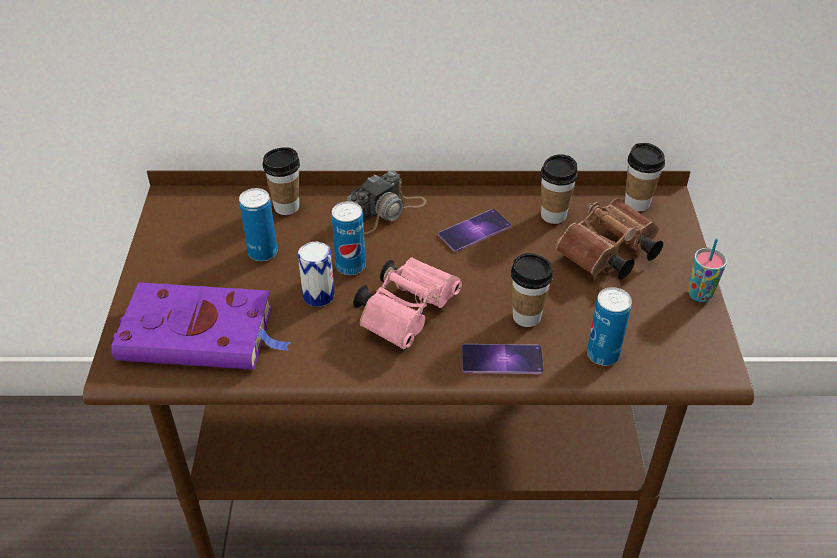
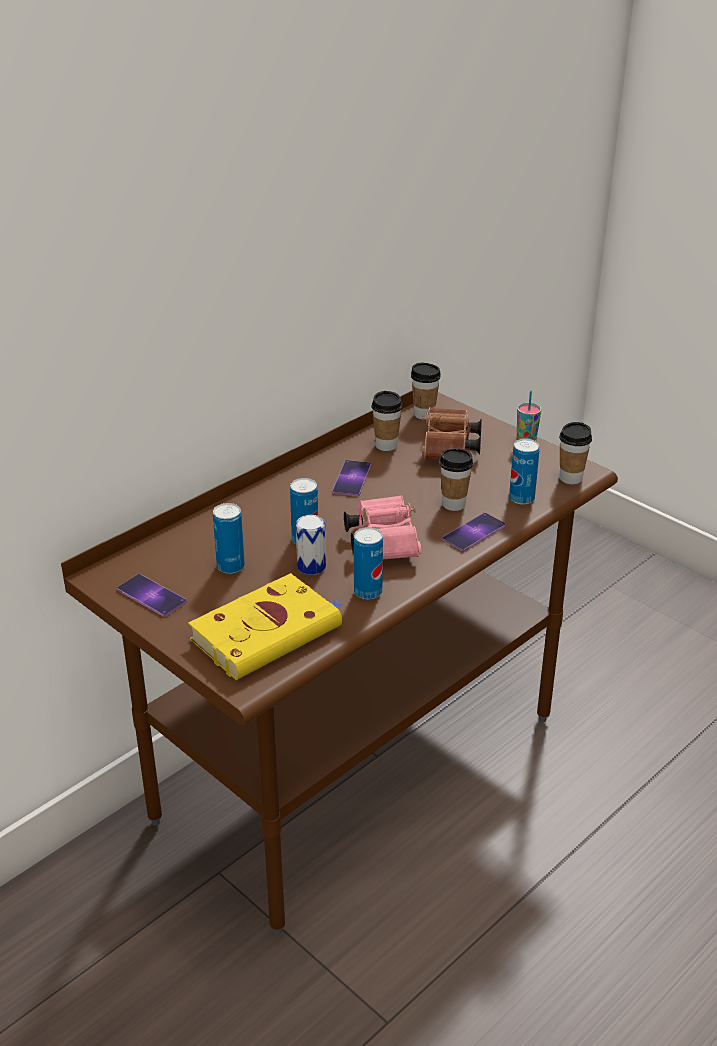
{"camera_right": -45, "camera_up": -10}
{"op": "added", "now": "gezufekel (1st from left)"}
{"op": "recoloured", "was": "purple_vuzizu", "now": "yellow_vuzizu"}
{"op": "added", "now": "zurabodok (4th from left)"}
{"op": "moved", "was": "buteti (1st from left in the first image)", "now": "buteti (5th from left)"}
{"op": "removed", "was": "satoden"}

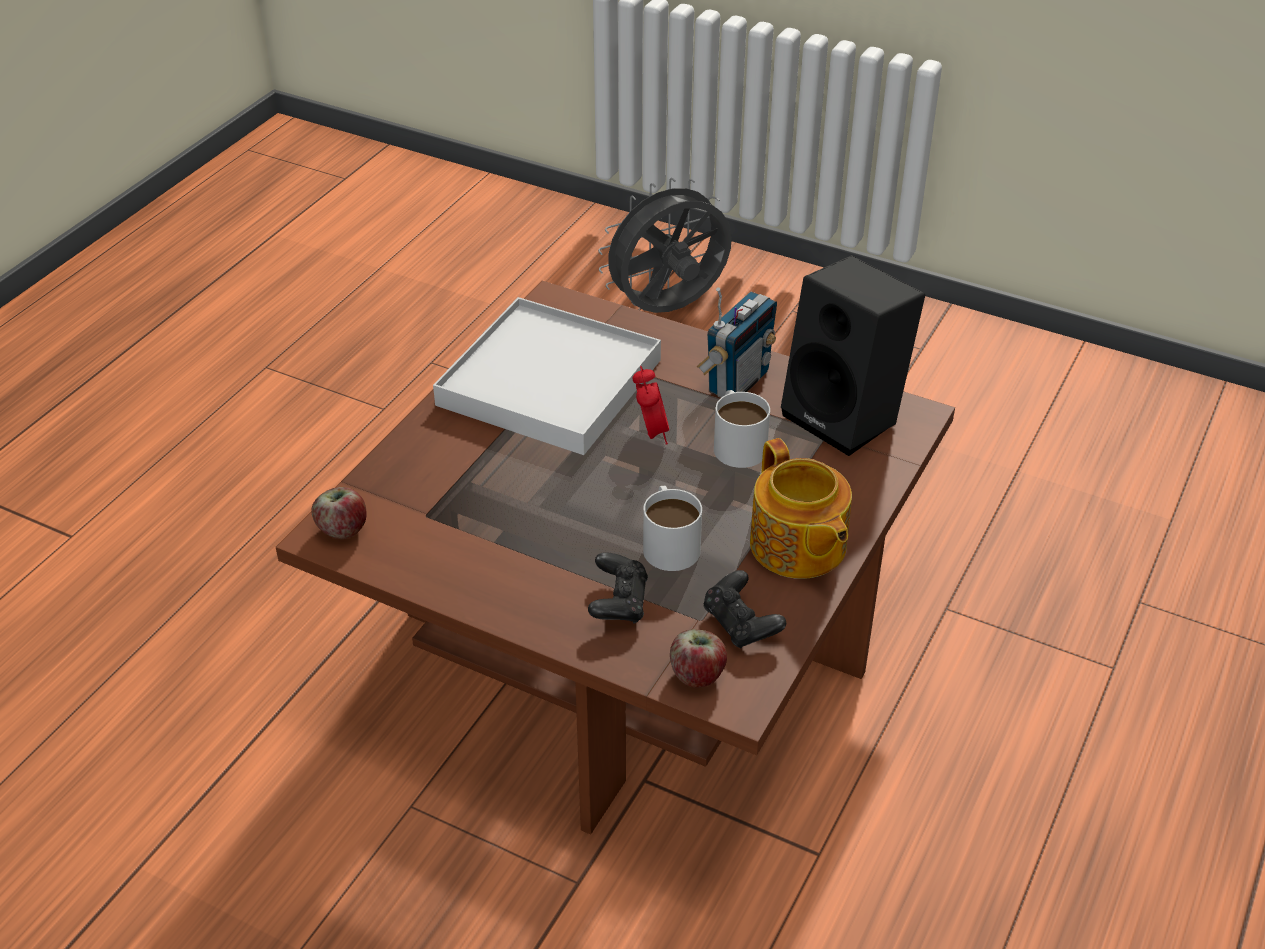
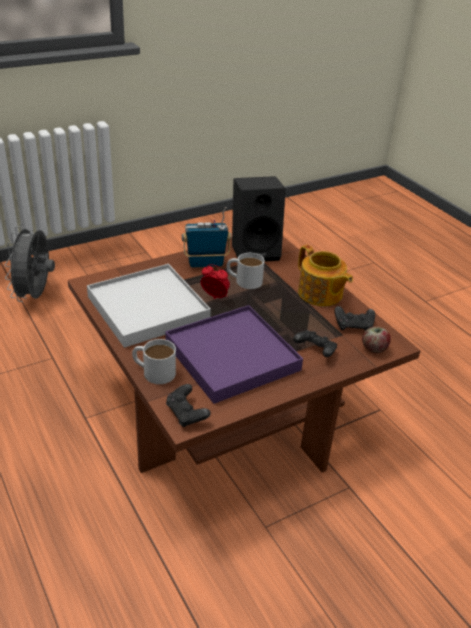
{"camera_right": -60, "camera_up": -5}
{"op": "moved", "was": "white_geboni (1st from left)"}
{"op": "added", "now": "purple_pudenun"}
{"op": "replaced", "was": "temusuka (1st from left)", "now": "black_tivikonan (1st from left)"}
{"op": "turned", "was": "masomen", "clockwise": -75}
{"op": "turned", "was": "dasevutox", "clockwise": 45}

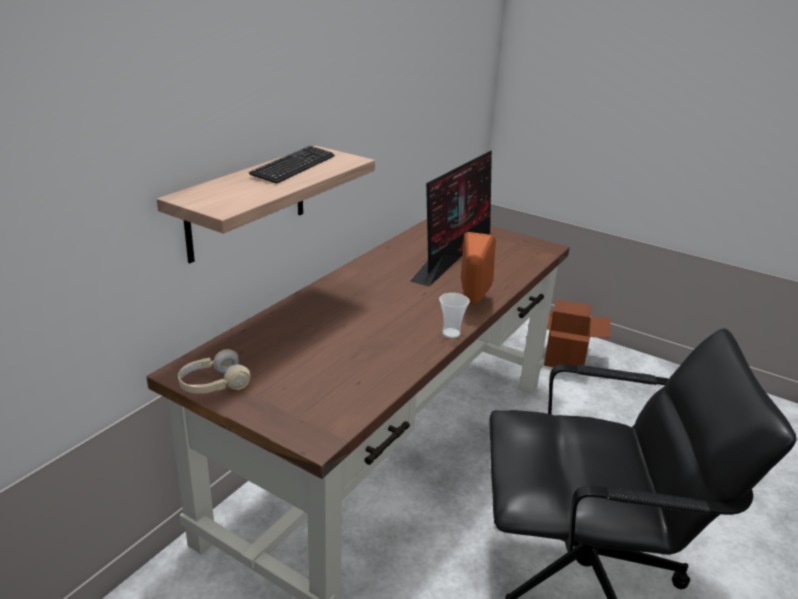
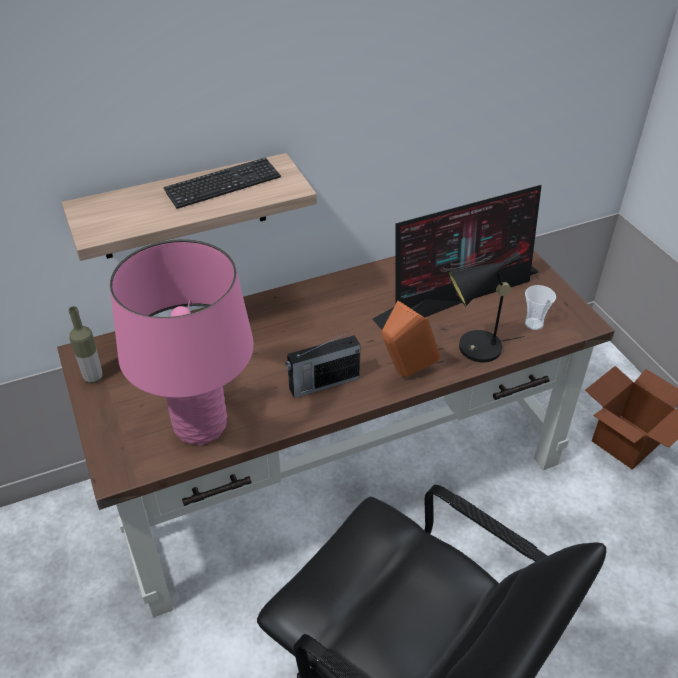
{"camera_right": 35, "camera_up": 15}
{"op": "replaced", "was": "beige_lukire", "now": "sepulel"}
{"op": "added", "now": "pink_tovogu"}
{"op": "added", "now": "masomen"}
{"op": "added", "now": "black_tovogu"}
{"op": "moved", "was": "buteti"}

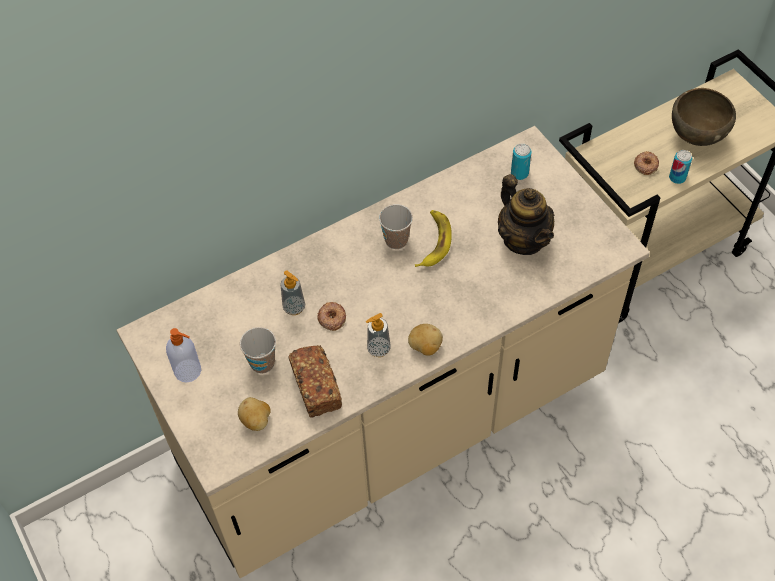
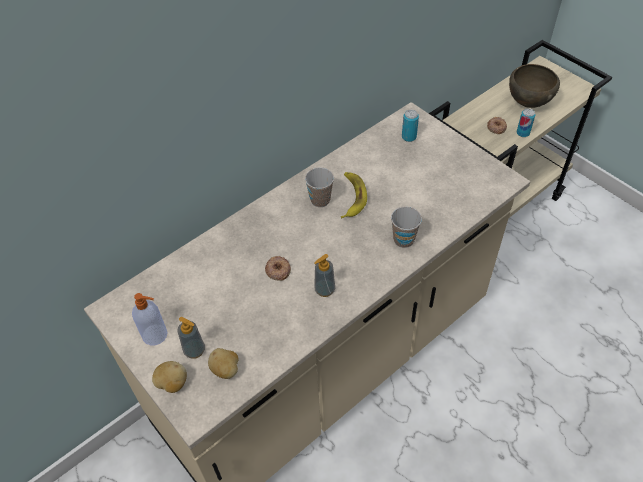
{"camera_right": -10, "camera_up": -5}
{"op": "moved", "was": "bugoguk (2nd from left in the first image)", "now": "bugoguk (1st from left)"}
{"op": "moved", "was": "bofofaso (2nd from left)"}
{"op": "moved", "was": "buteti (1st from left in the first image)", "now": "buteti (2nd from left)"}
{"op": "removed", "was": "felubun"}
{"op": "removed", "was": "dasevutox"}

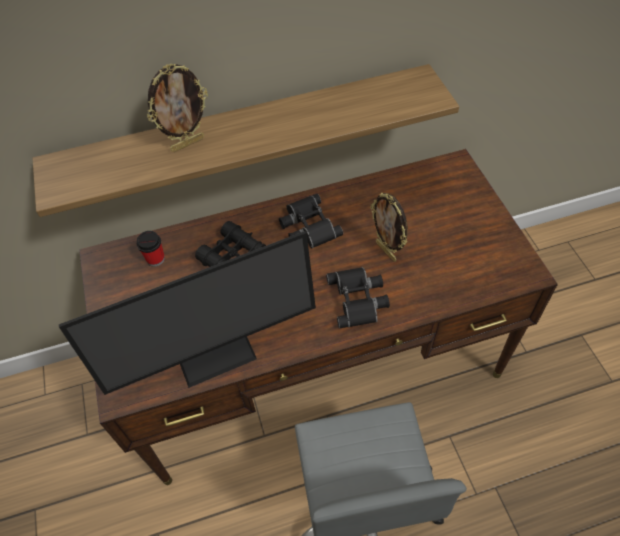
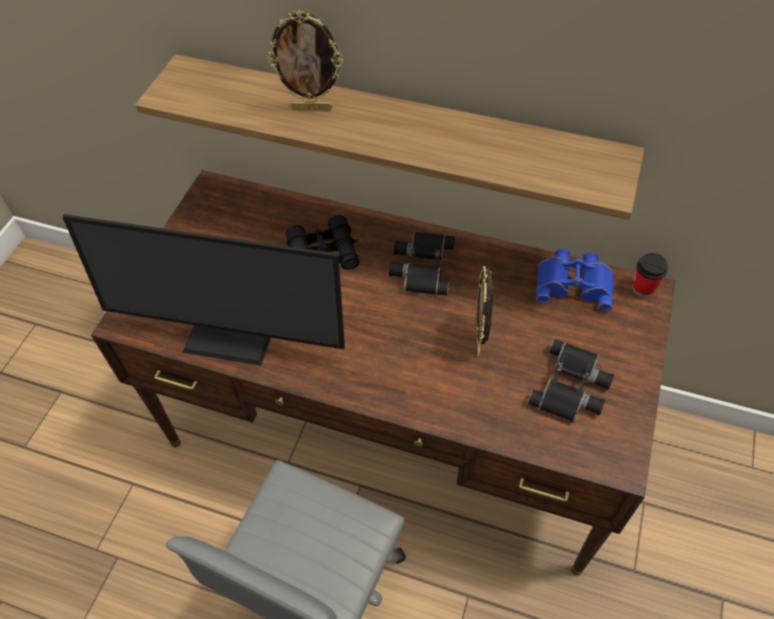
{"camera_right": 35, "camera_up": 0}
{"op": "moved", "was": "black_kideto (3rd from left)"}
{"op": "added", "now": "blue_kideto"}
{"op": "moved", "was": "buteti"}

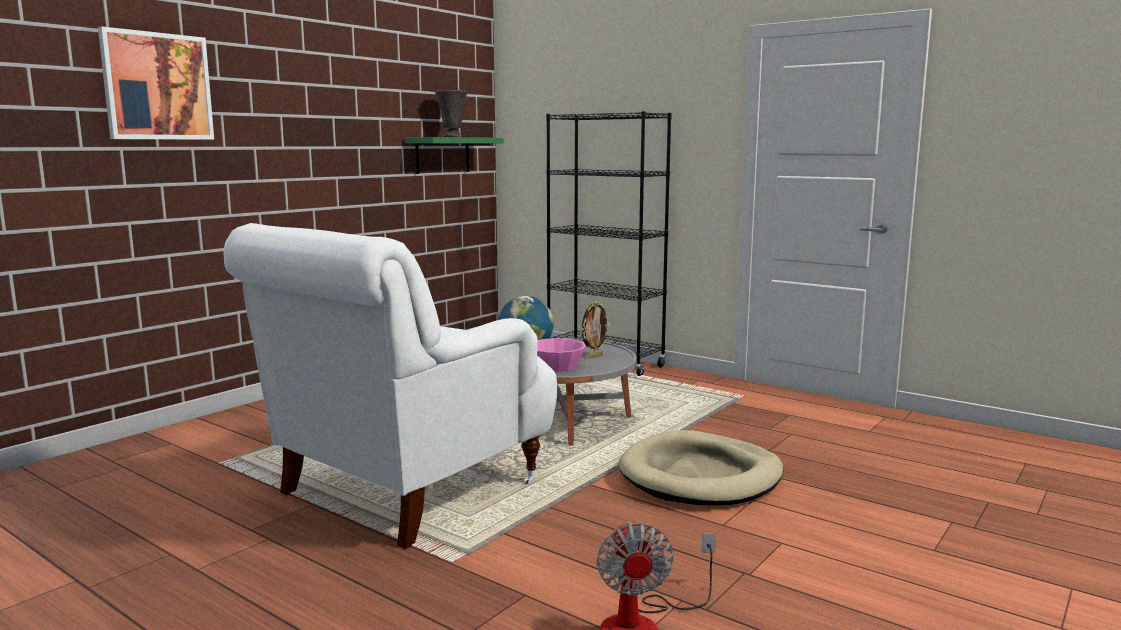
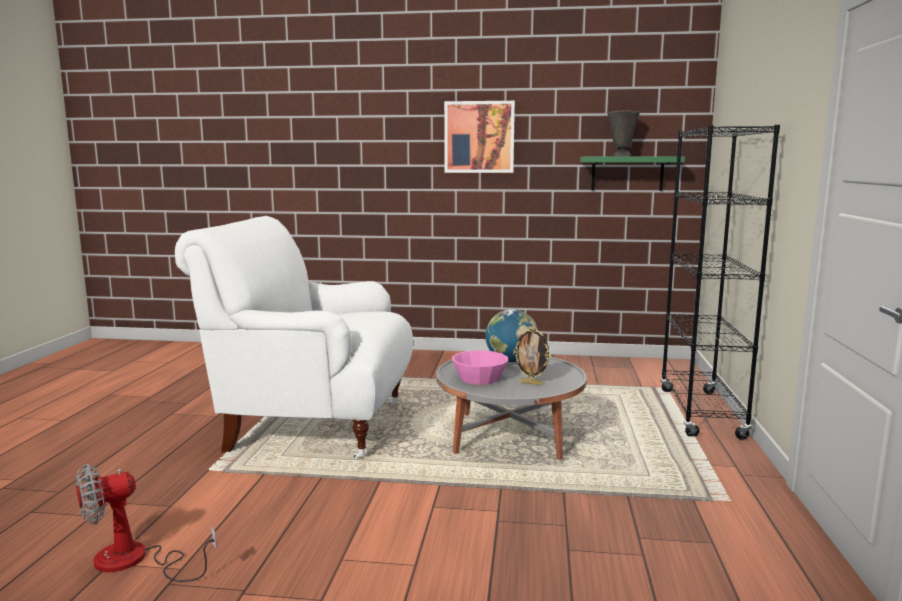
{"camera_right": 60, "camera_up": 0}
{"op": "moved", "was": "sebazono"}
{"op": "removed", "was": "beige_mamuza"}

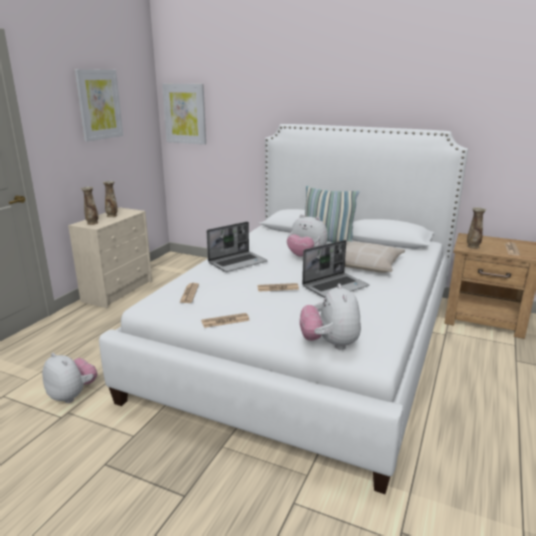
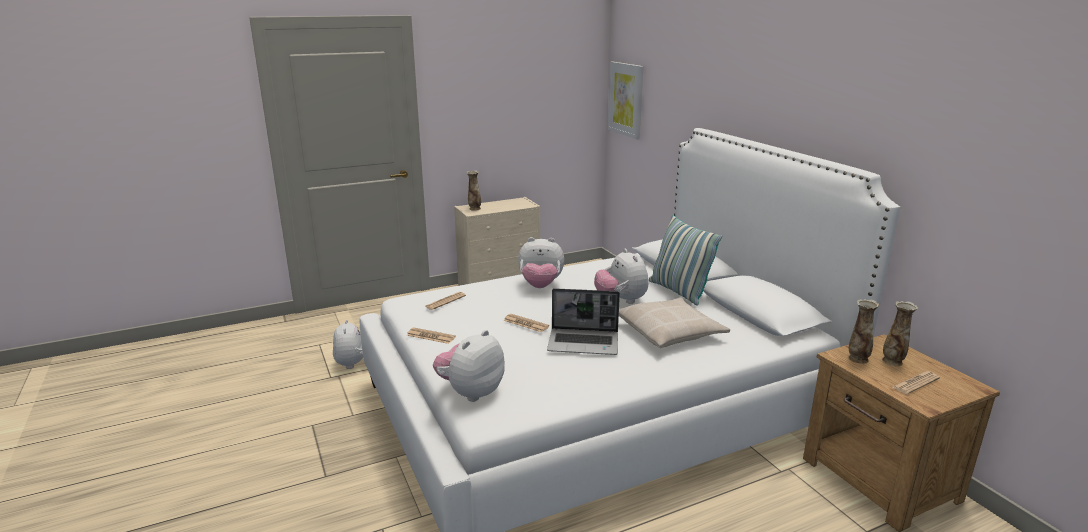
{"camera_right": 40, "camera_up": 0}
{"op": "replaced", "was": "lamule (1st from left)", "now": "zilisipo (3rd from left)"}
{"op": "moved", "was": "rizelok (2nd from left in the first image)", "now": "rizelok (3rd from left)"}
{"op": "removed", "was": "sebazono (1st from left)"}

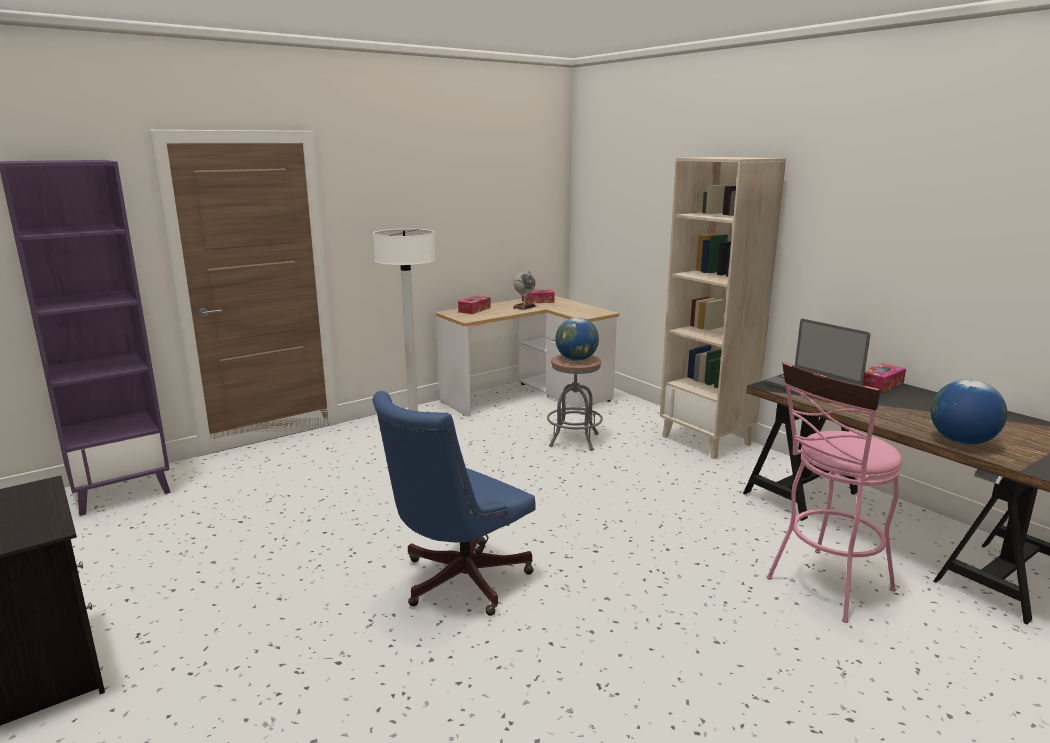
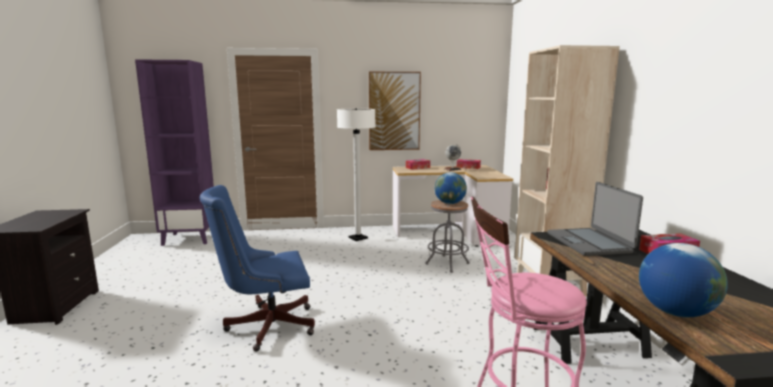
{"camera_right": 30, "camera_up": -5}
{"op": "added", "now": "sebazono"}

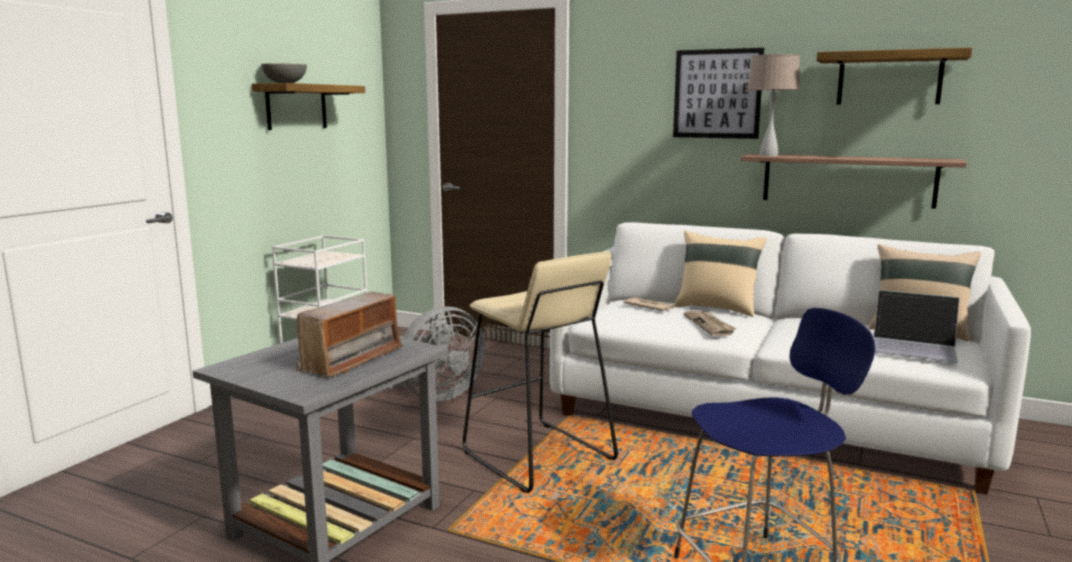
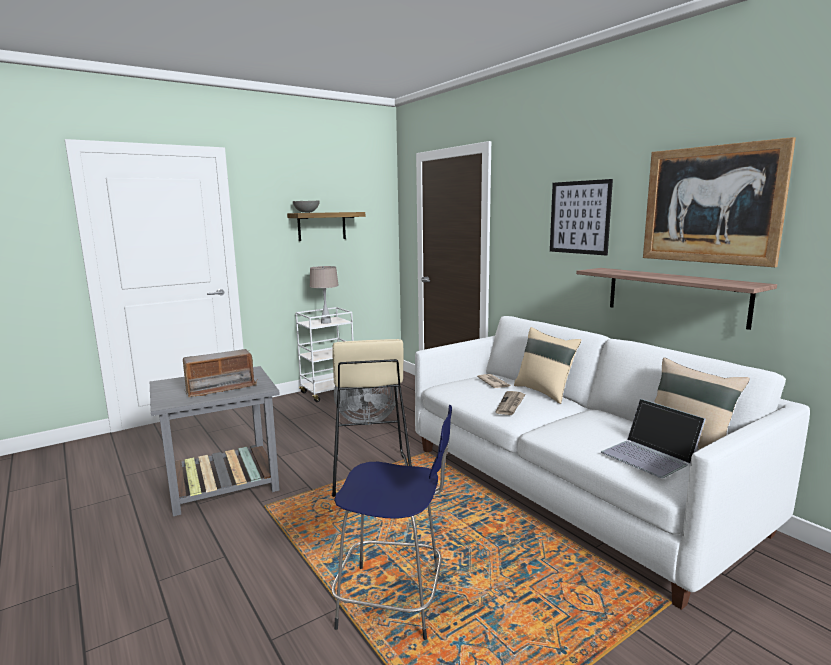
{"camera_right": 30, "camera_up": 0}
{"op": "moved", "was": "beige_tovogu"}
{"op": "replaced", "was": "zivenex (3rd from left)", "now": "sebazono (2nd from left)"}

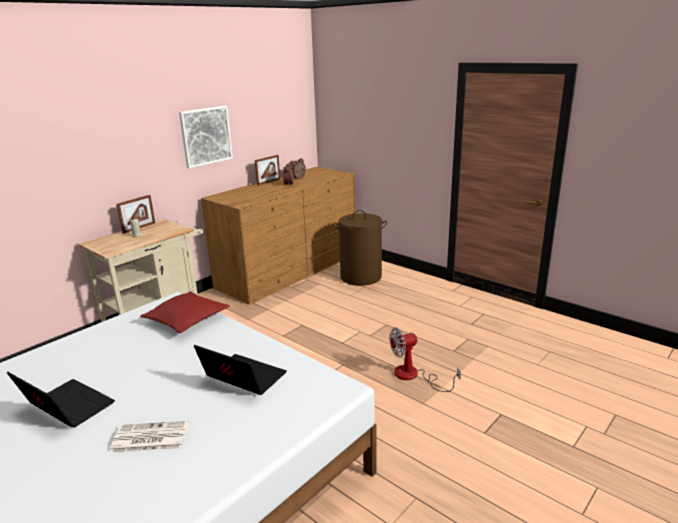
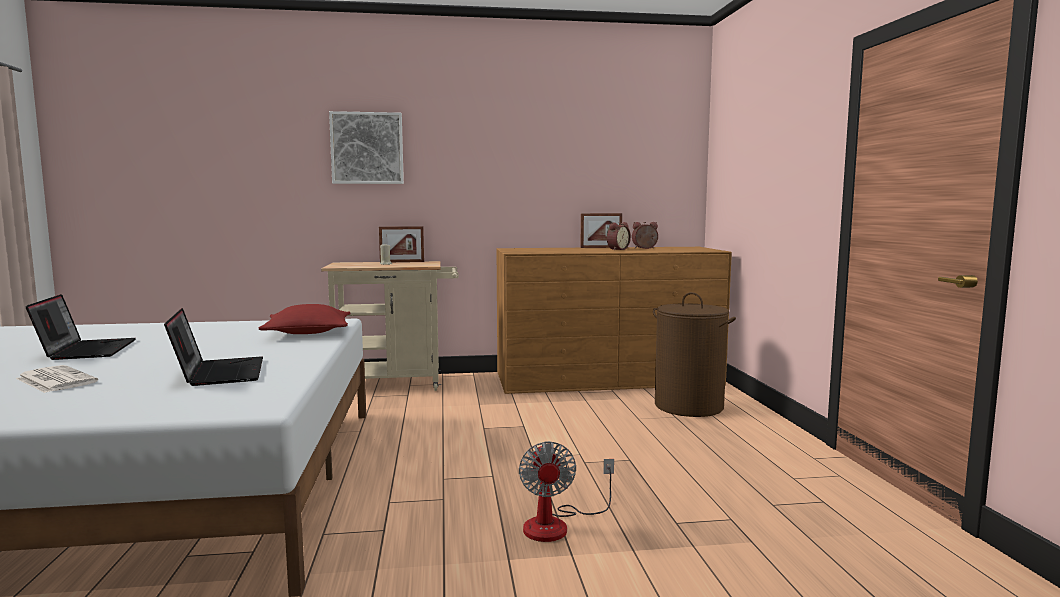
{"camera_right": 40, "camera_up": -15}
{"op": "moved", "was": "sebazono"}
{"op": "turned", "was": "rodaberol", "clockwise": -120}

